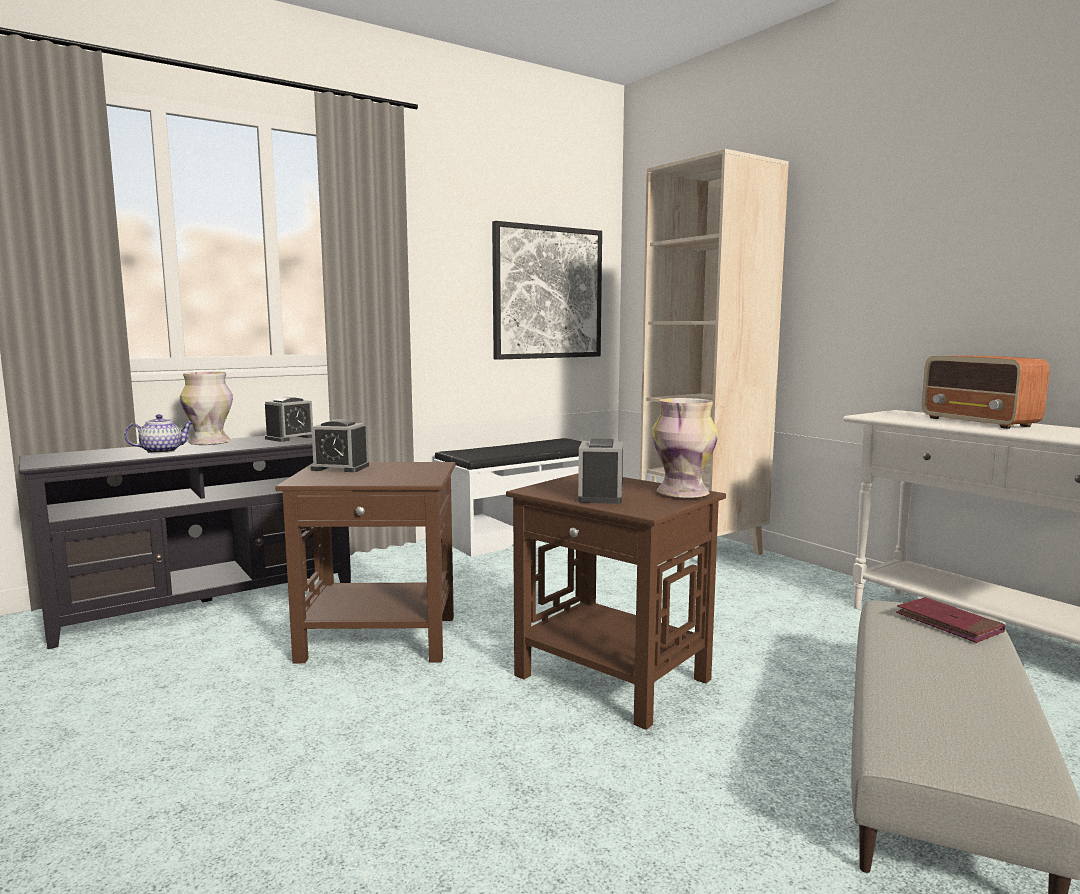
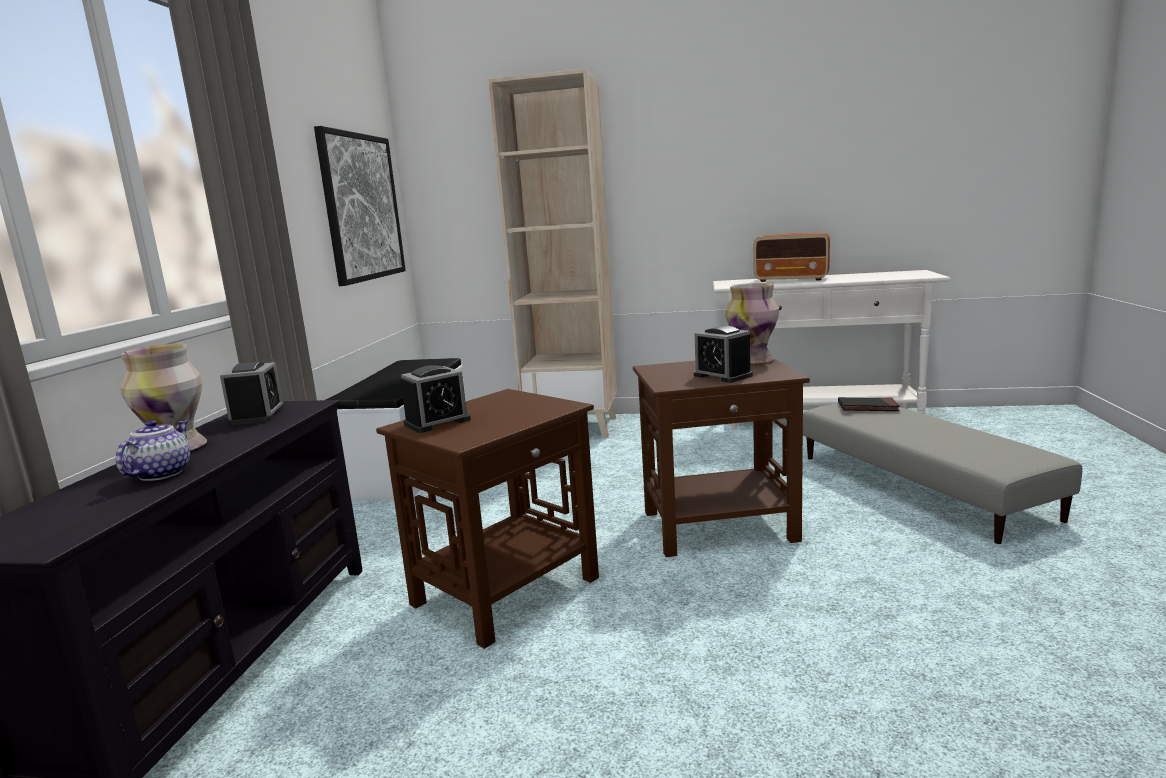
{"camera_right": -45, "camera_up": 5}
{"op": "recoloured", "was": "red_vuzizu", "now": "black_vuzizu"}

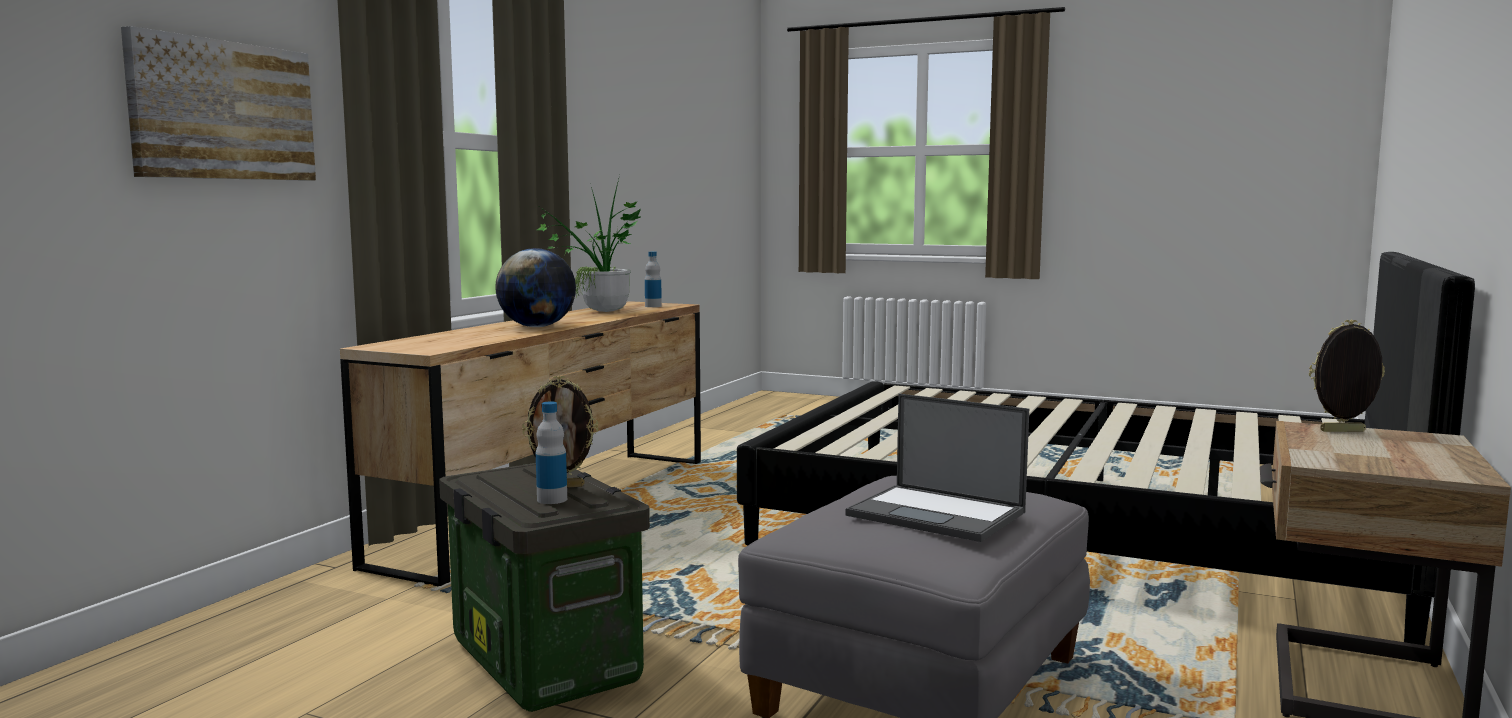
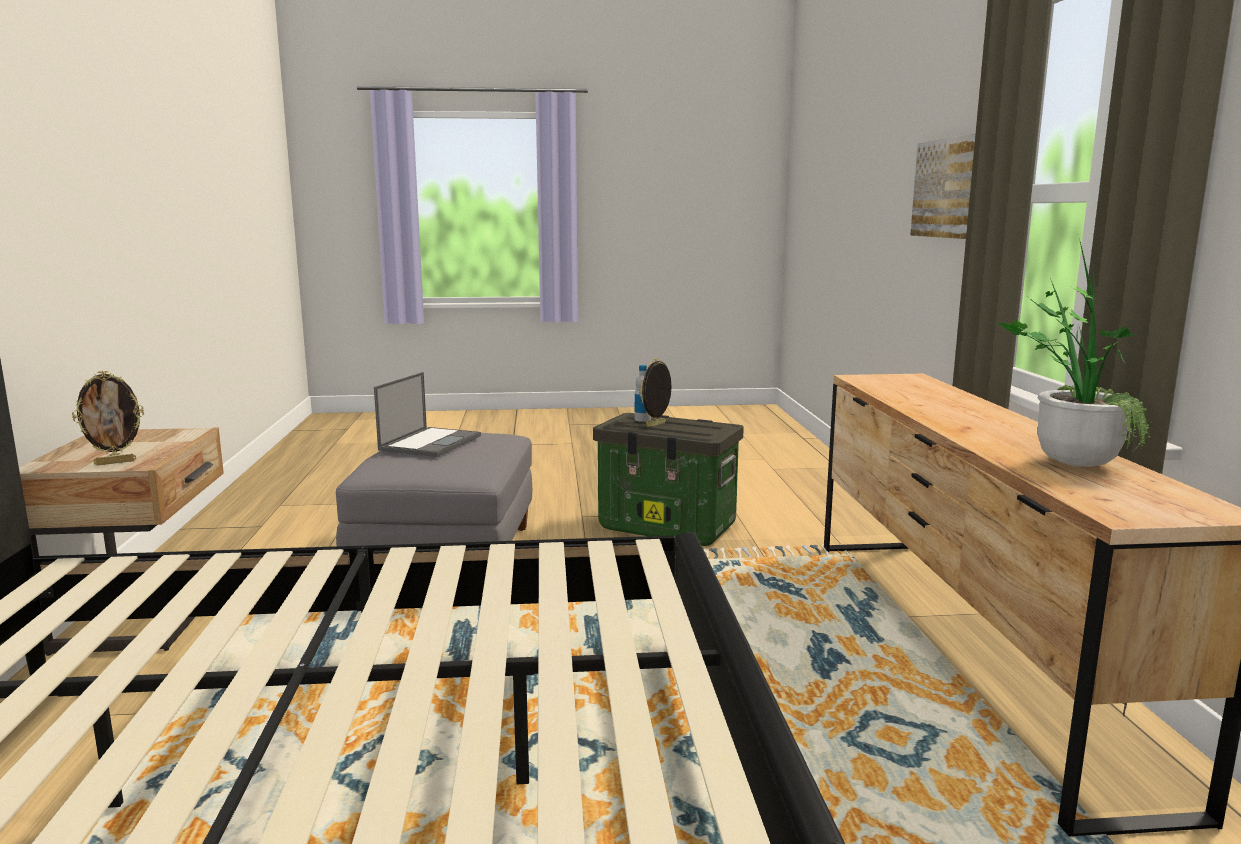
{"camera_right": 150, "camera_up": 5}
{"op": "turned", "was": "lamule", "clockwise": 105}
{"op": "removed", "was": "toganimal"}
{"op": "removed", "was": "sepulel (2nd from left)"}

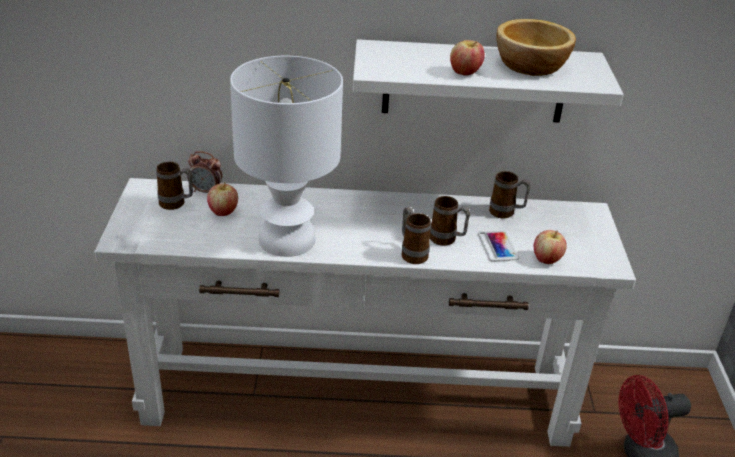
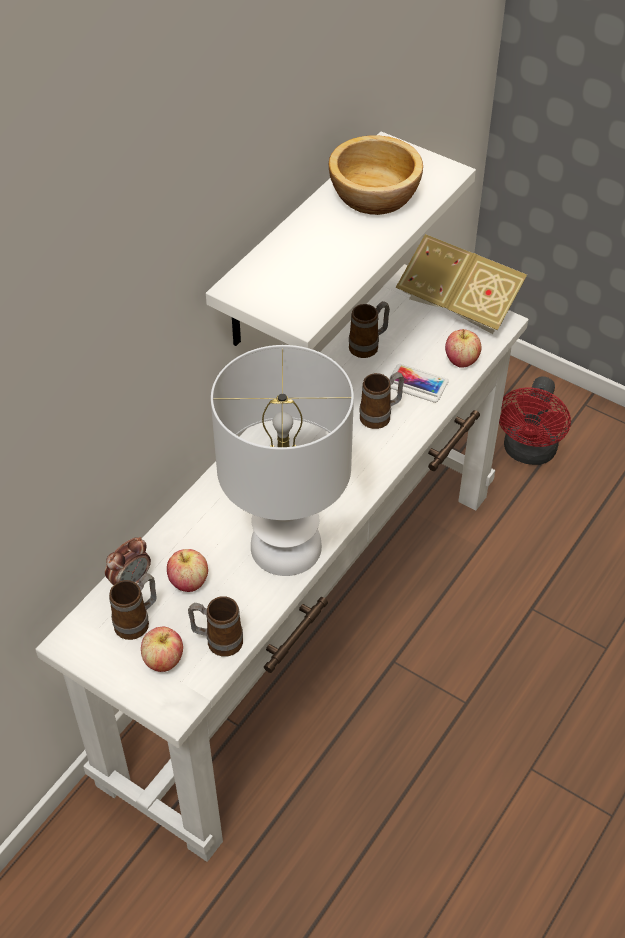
{"camera_right": -55, "camera_up": 15}
{"op": "moved", "was": "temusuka (2nd from left in the first image)", "now": "temusuka (1st from left)"}
{"op": "moved", "was": "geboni (2nd from left)"}
{"op": "added", "now": "vuzizu"}

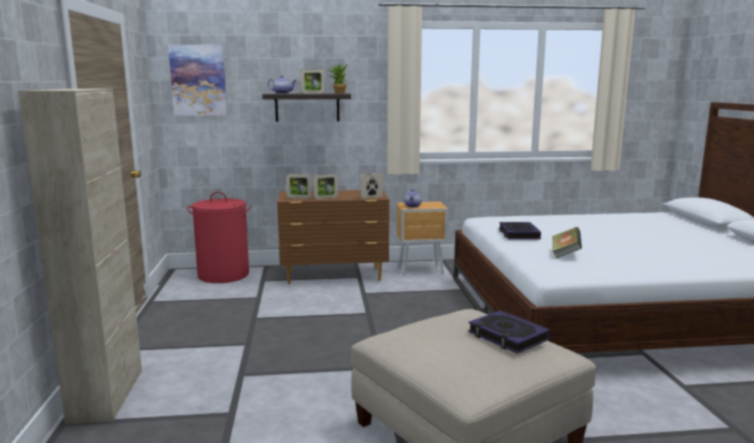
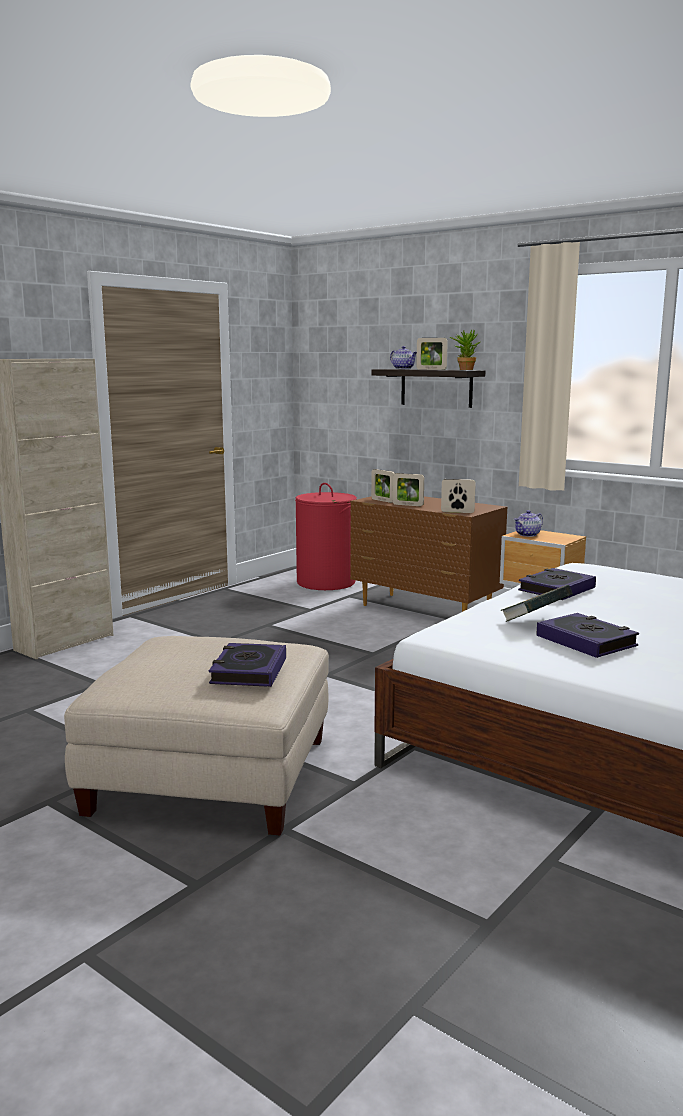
{"camera_right": 45, "camera_up": 0}
{"op": "added", "now": "vuzizu (4th from left)"}
{"op": "removed", "was": "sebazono"}

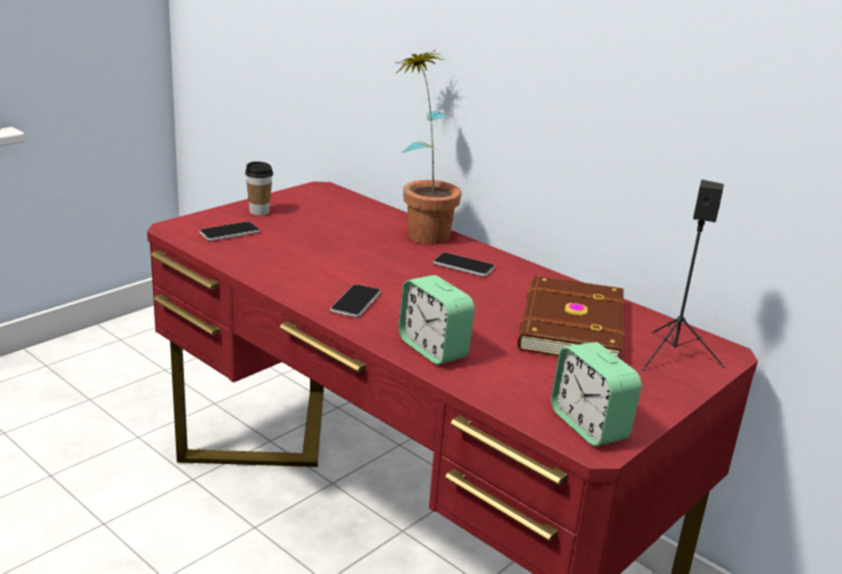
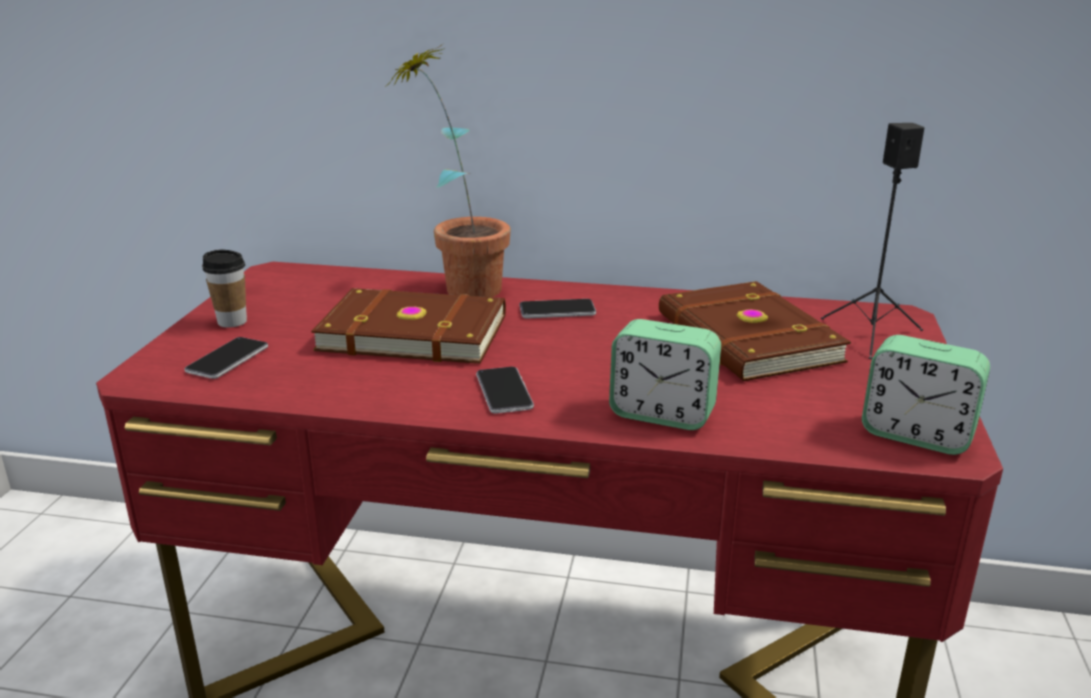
{"camera_right": -30, "camera_up": 0}
{"op": "added", "now": "brown_vuzizu (1st from left)"}

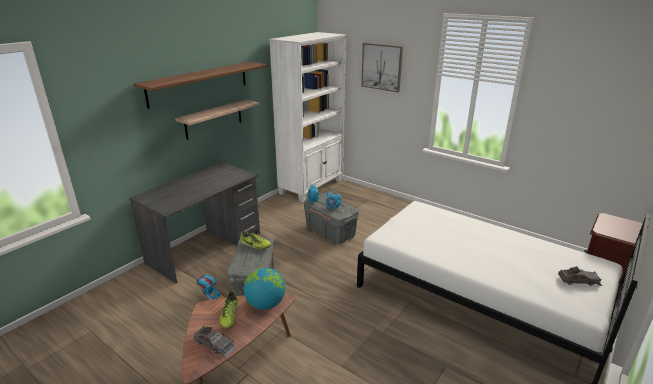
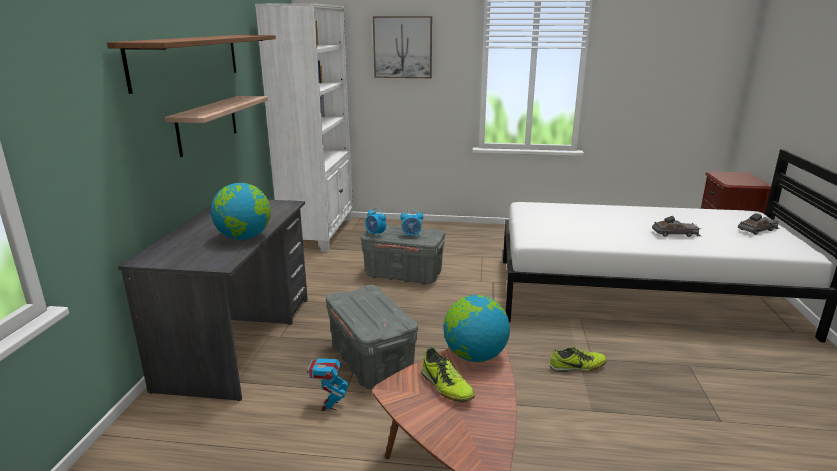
{"camera_right": -30, "camera_up": -5}
{"op": "added", "now": "toganimal (1st from left)"}
{"op": "moved", "was": "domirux (2nd from left)"}
{"op": "moved", "was": "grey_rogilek (1st from left)"}

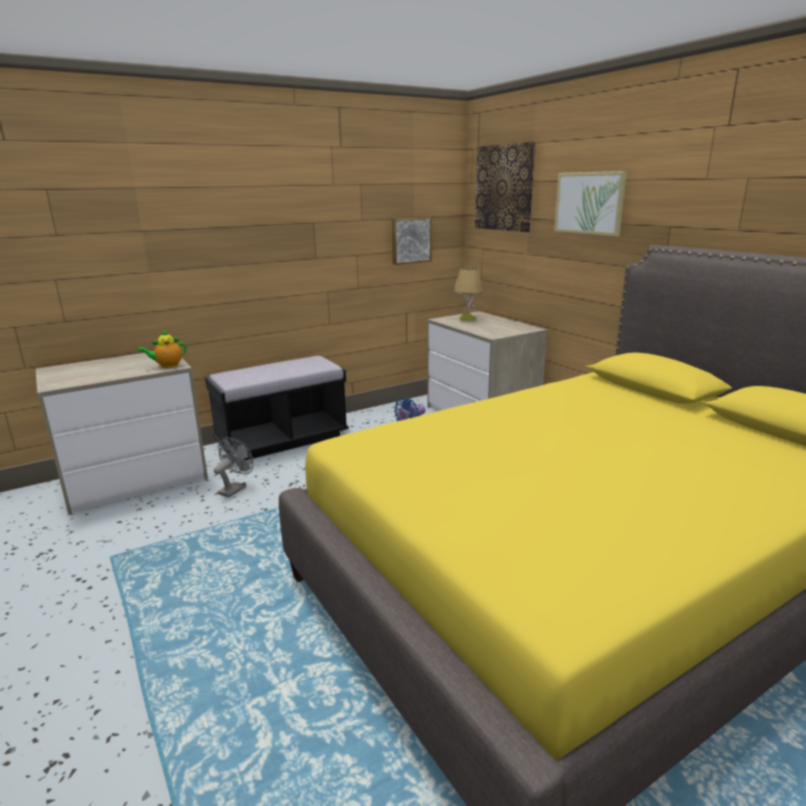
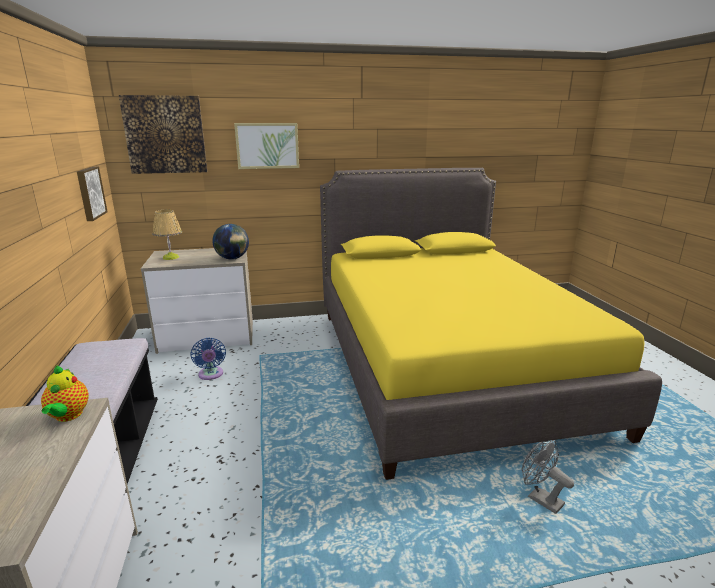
{"camera_right": -70, "camera_up": 0}
{"op": "added", "now": "toganimal"}
{"op": "moved", "was": "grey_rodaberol"}

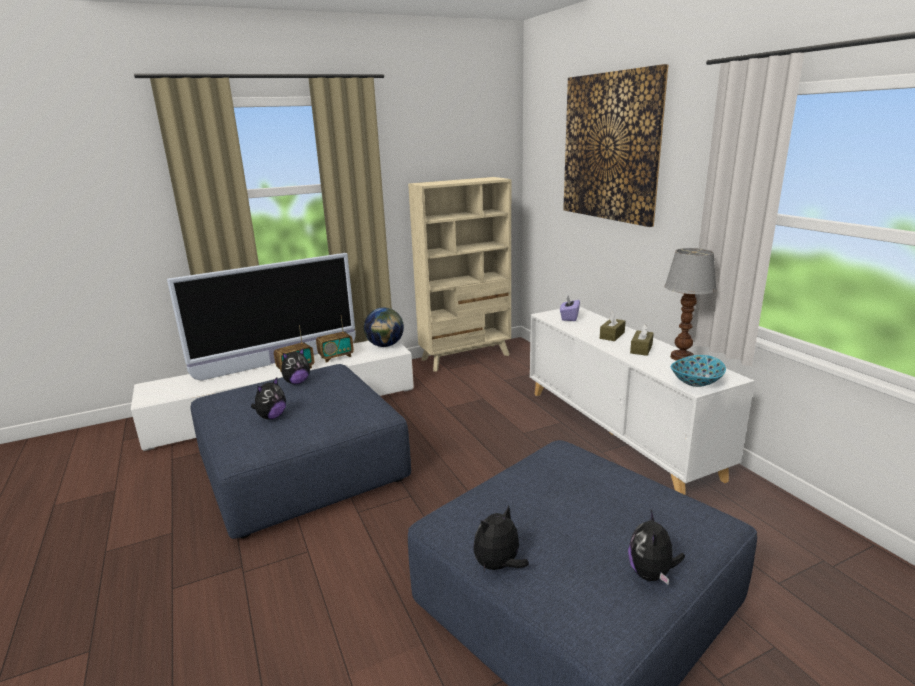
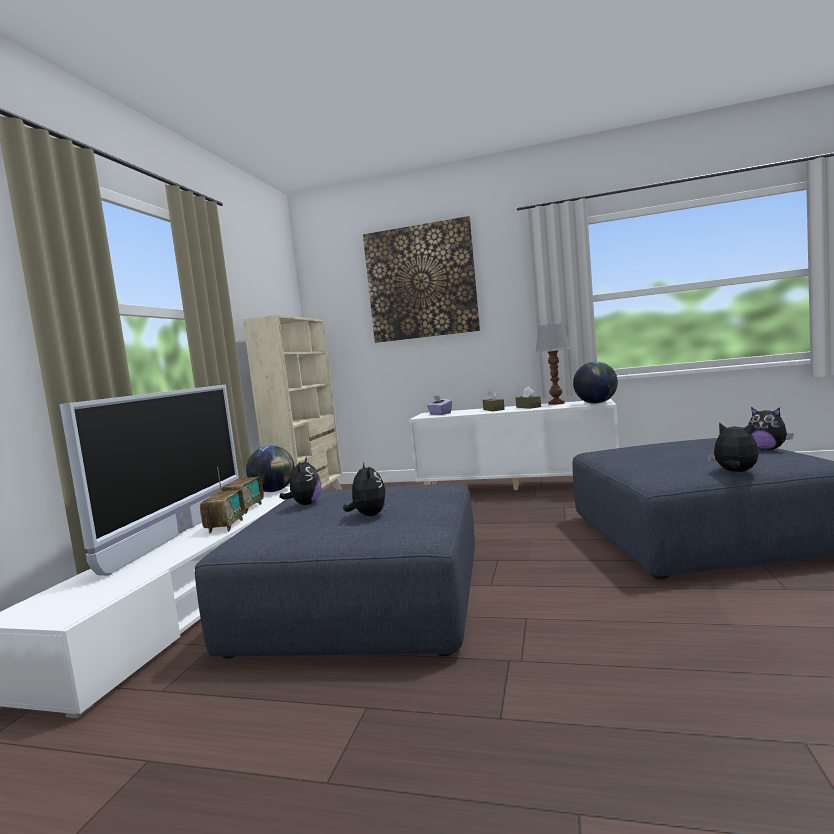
{"camera_right": -50, "camera_up": -15}
{"op": "replaced", "was": "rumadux", "now": "toganimal (2nd from left)"}
{"op": "turned", "was": "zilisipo (3rd from left)", "clockwise": 135}

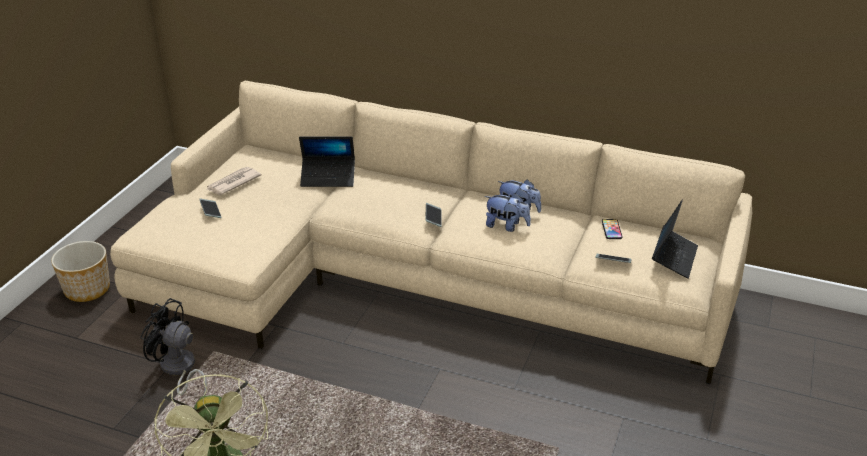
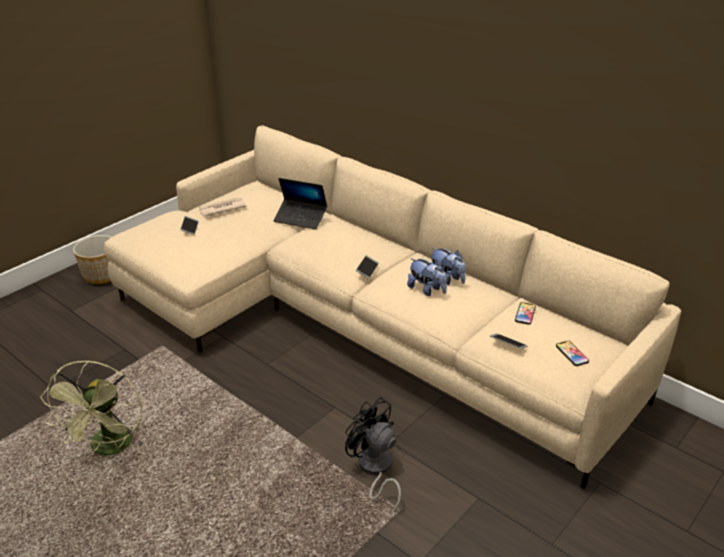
{"camera_right": 20, "camera_up": 0}
{"op": "moved", "was": "black_rodaberol"}
{"op": "replaced", "was": "lamule (2nd from left)", "now": "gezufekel (5th from left)"}

